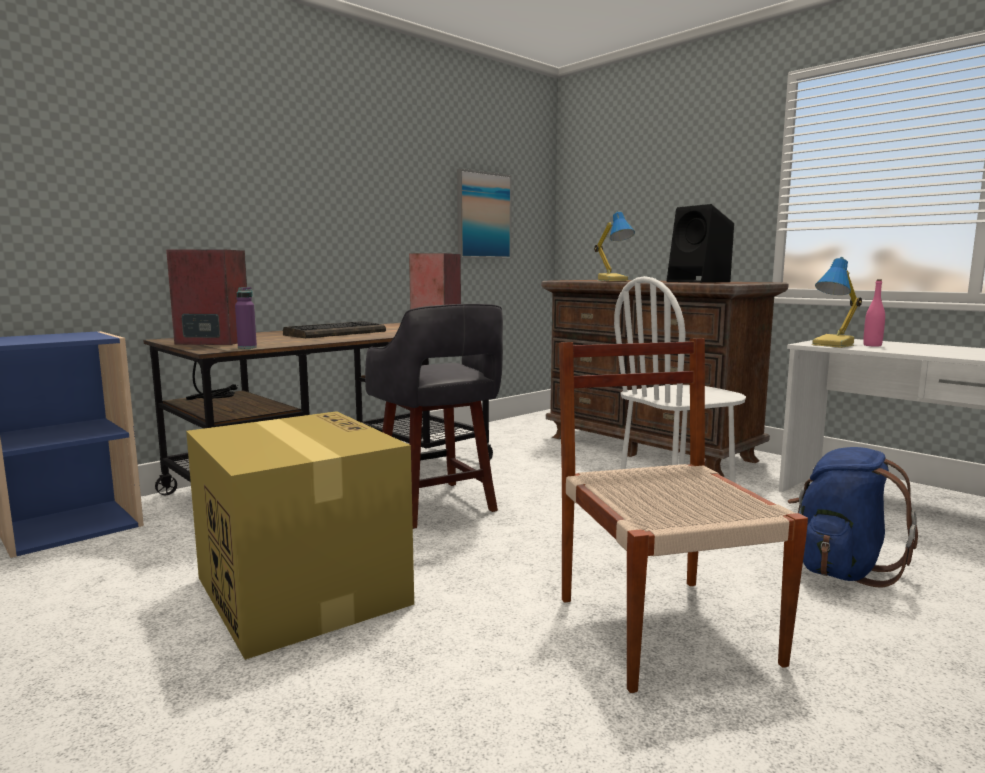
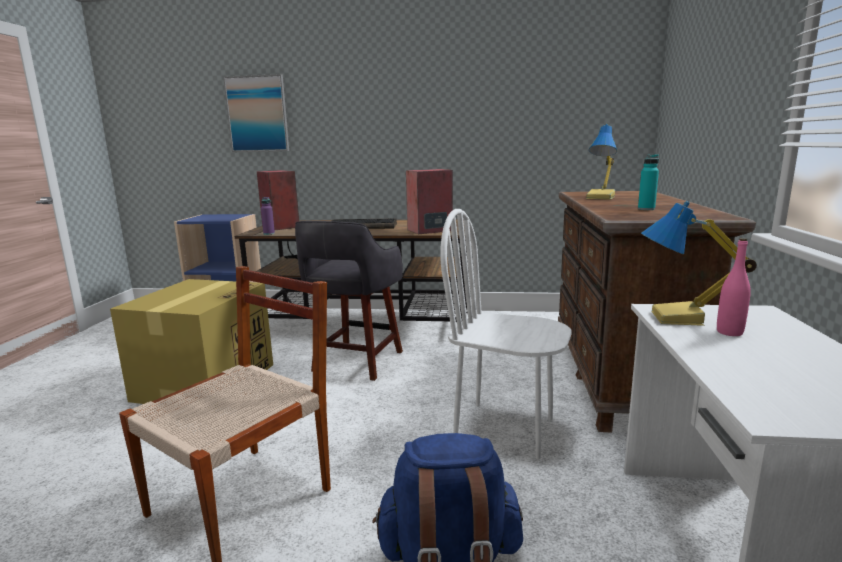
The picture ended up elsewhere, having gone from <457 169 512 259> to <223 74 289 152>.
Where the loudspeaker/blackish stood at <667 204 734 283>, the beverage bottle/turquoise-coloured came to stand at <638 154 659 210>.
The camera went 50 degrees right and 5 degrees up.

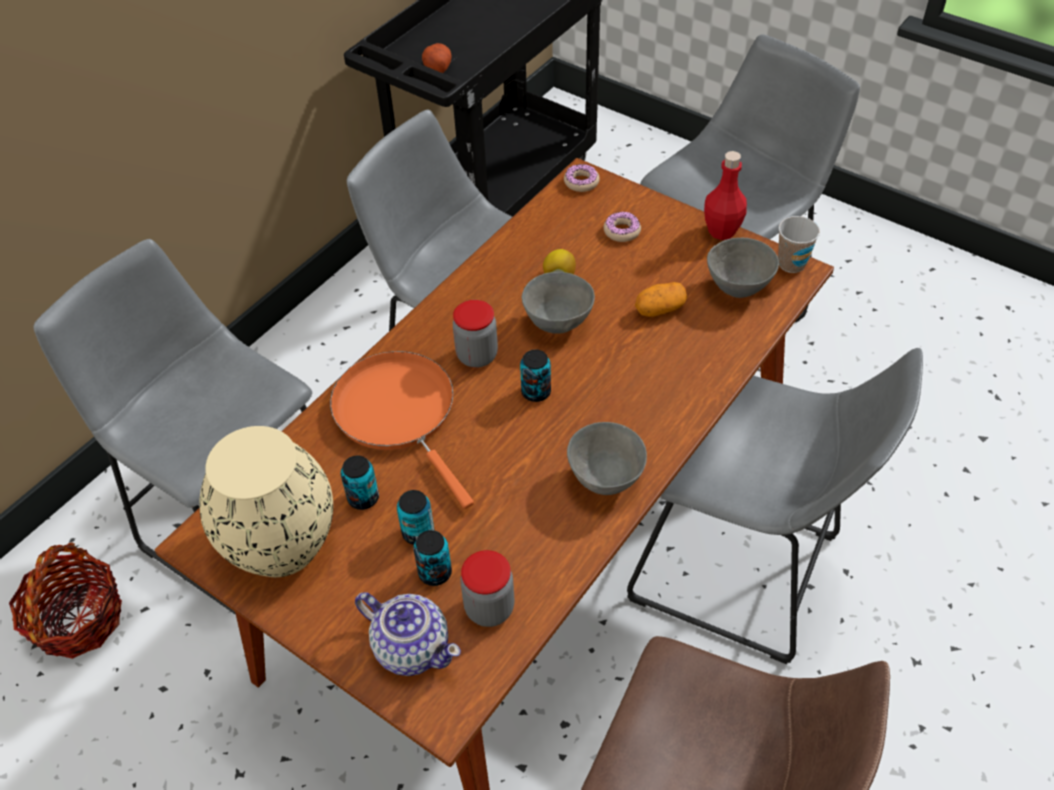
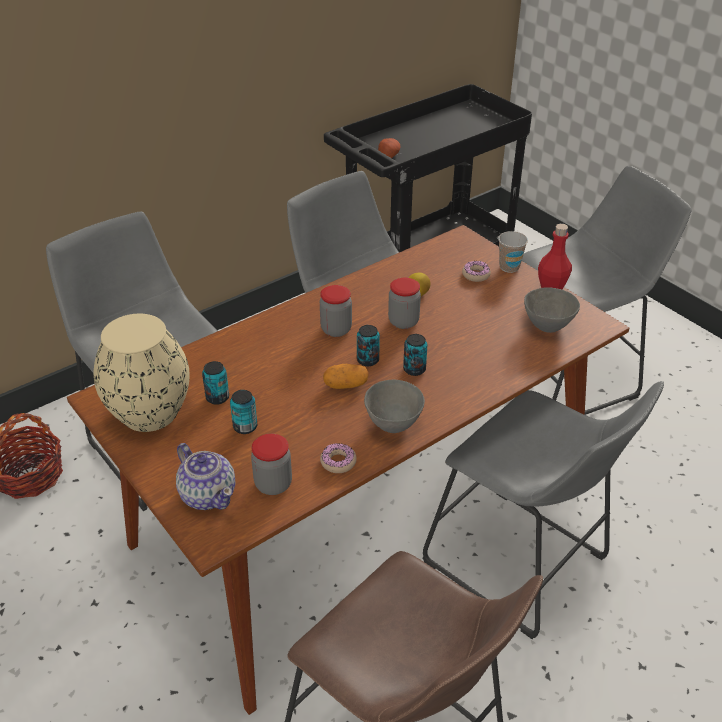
The second view lost the frying pan/orange-coloured at <330 351 474 509>.
The metal can ended up elsewhere, having gone from <413 530 452 586> to <403 334 427 376>.
The ring doughnut ended up elsewhere, having gone from <564 164 600 192> to <320 443 357 473>.
The whole potato ended up elsewhere, having gone from <635 282 687 317> to <323 364 369 389>.
The small cup ended up elsewhere, having gone from <778 216 820 273> to <498 231 528 273>.
Where the serving bowl/gray stood at <522 272 595 334>, the preserve jar came to stand at <388 278 421 329>.
The camera went 15 degrees right and 10 degrees down.

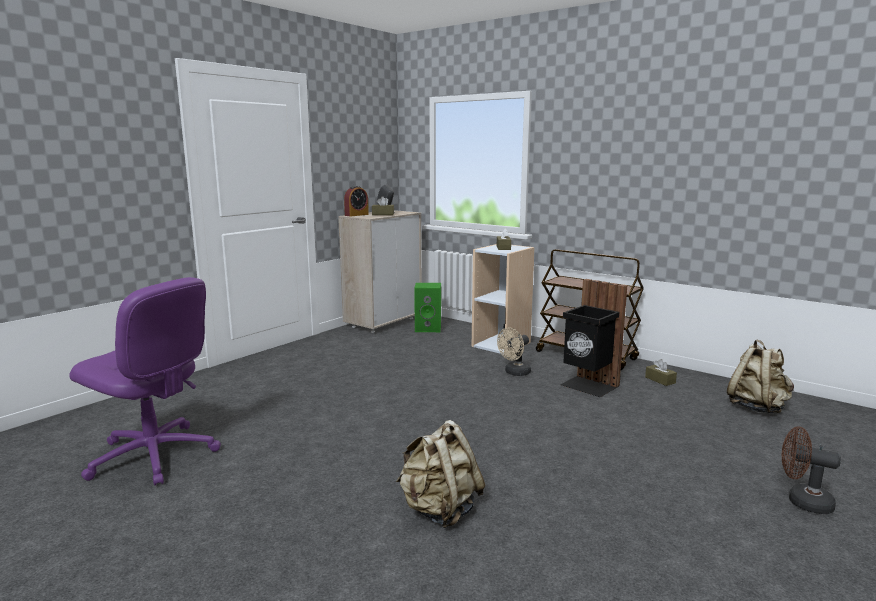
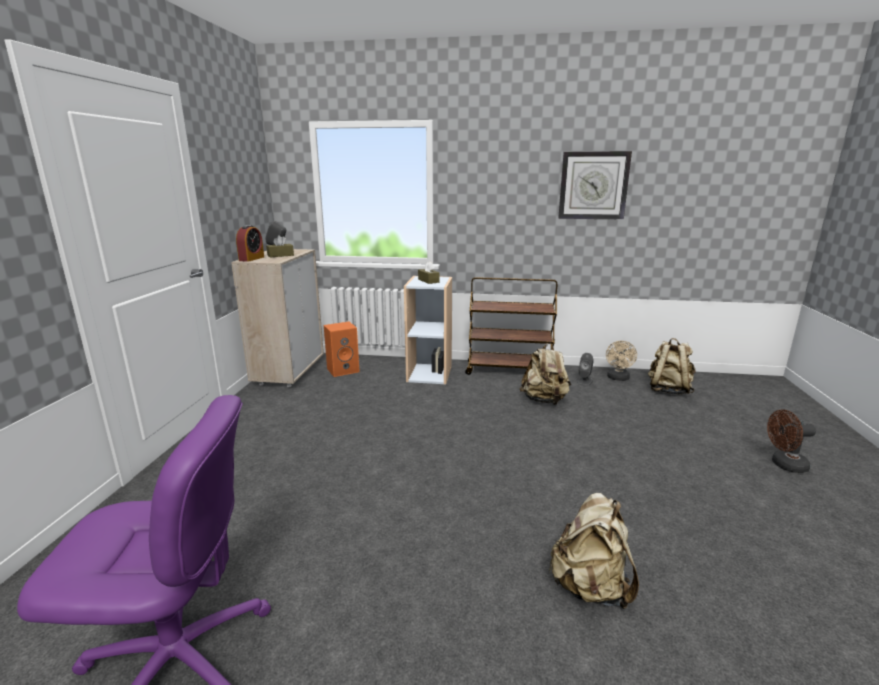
The second view gained the wall clock at <558 151 632 219>.
The cooling fan/sand-coloured ended up elsewhere, having gone from <497 327 531 376> to <606 341 637 381>.
Where the rubbish bin/blackish stood at <561 279 628 397>, the rucksack/sand-coloured came to stand at <519 342 571 405>.
Where the tissue box/brownish stood at <645 359 677 386>, the loudspeaker/gray came to stand at <577 353 594 386>.
What was the loudspeaker/green at <414 283 441 332> turned into the loudspeaker/orange-coloured at <324 322 360 377>.
The camera went 30 degrees left and 5 degrees up.

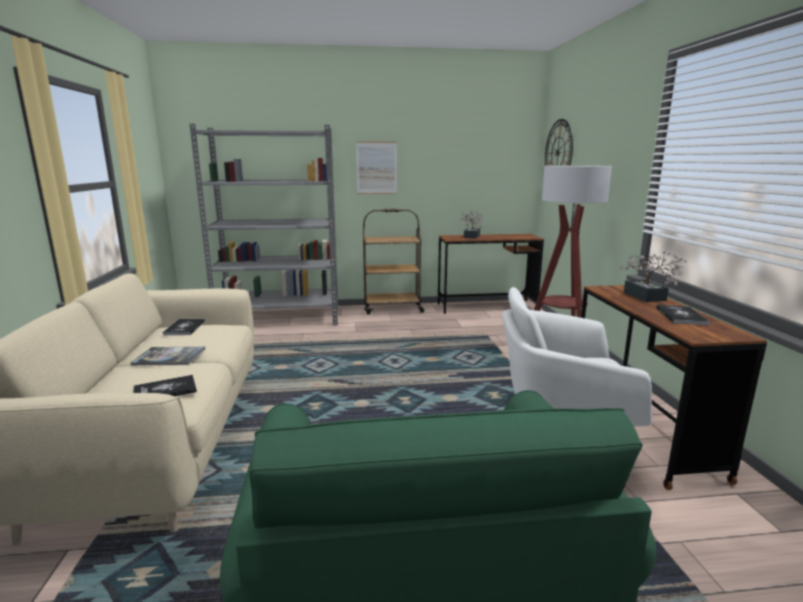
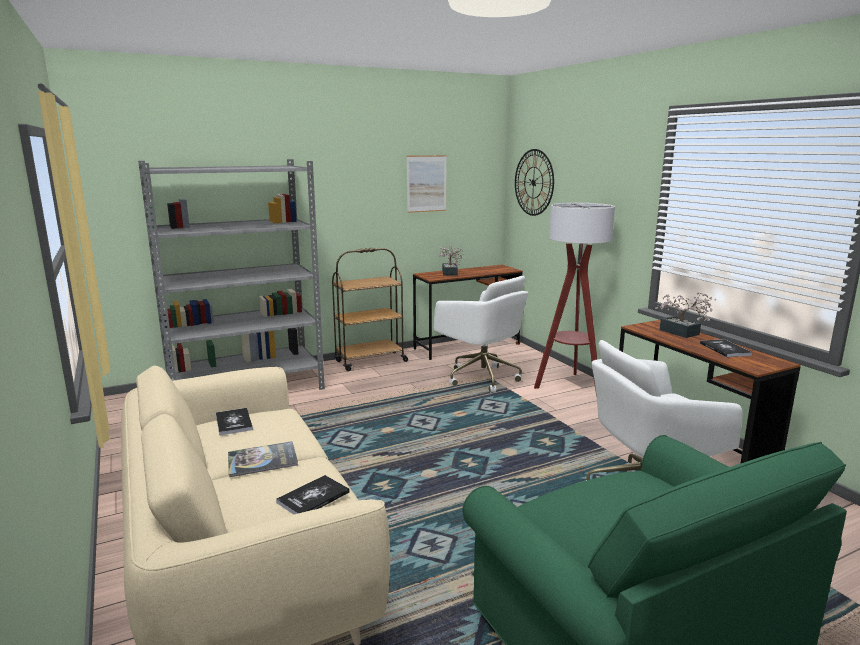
The second view gained the computer chair/white-coloured at <434 276 528 393>.
The picture ended up elsewhere, having gone from <356 142 397 194> to <407 155 447 213>.
The camera went 20 degrees left and 0 degrees up.

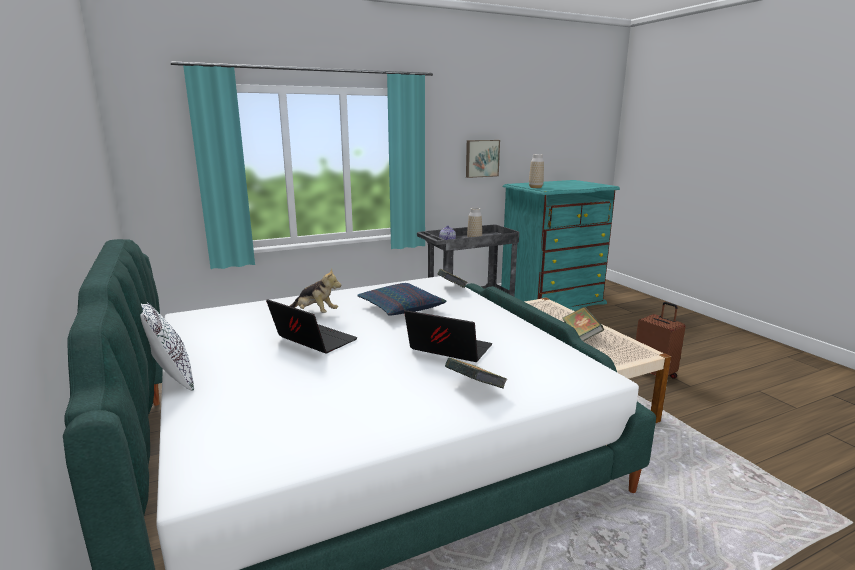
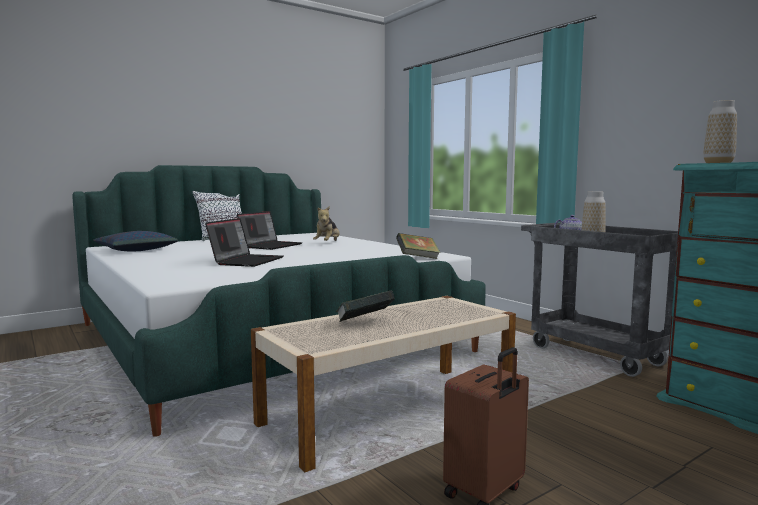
The second view lost the volume at <445 358 507 388>.
The second view lost the picture at <466 140 500 178>.
The cushion/bluish ended up elsewhere, having gone from <357 283 446 316> to <94 231 178 251>.
The camera went 80 degrees right and 10 degrees down.

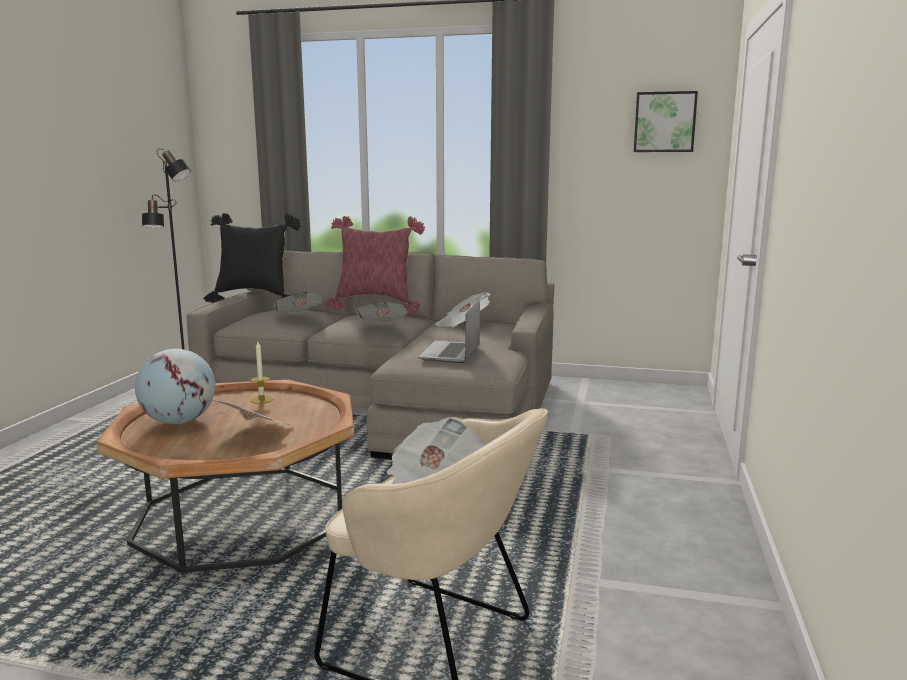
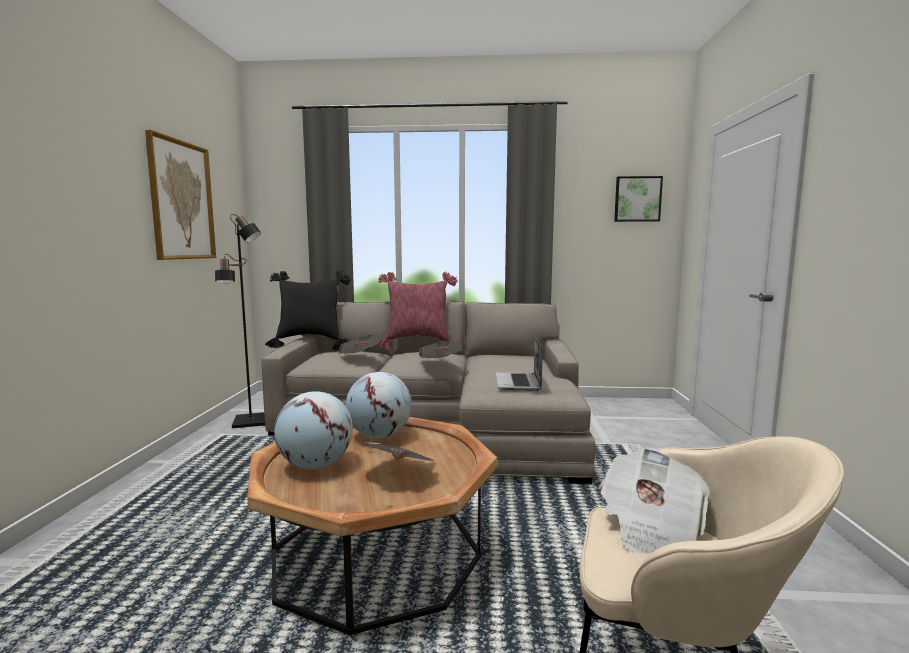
The second view lost the printed paper at <436 292 491 327>.
The second view gained the picture at <145 130 216 260>.
Where the wax candle stood at <250 342 274 404>, the desk globe came to stand at <346 372 412 438>.
The camera went 10 degrees left and 5 degrees down.

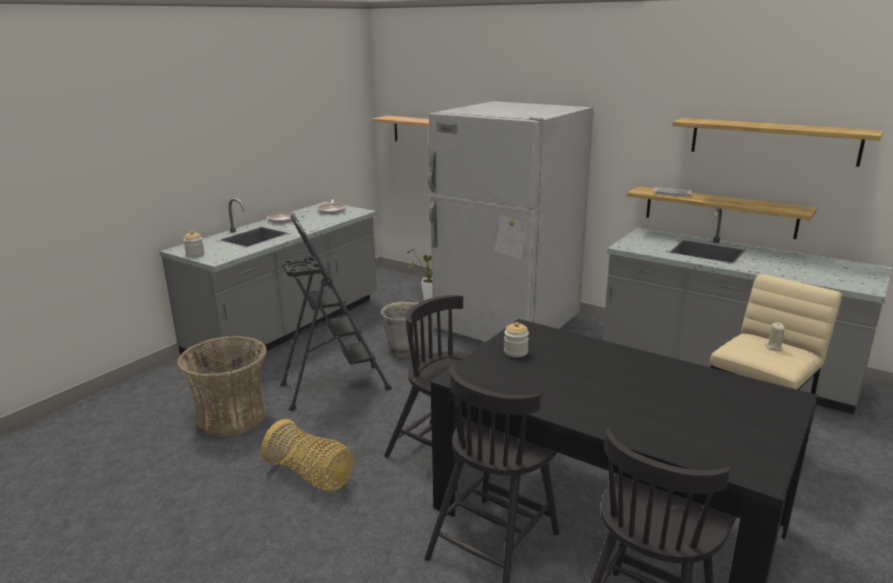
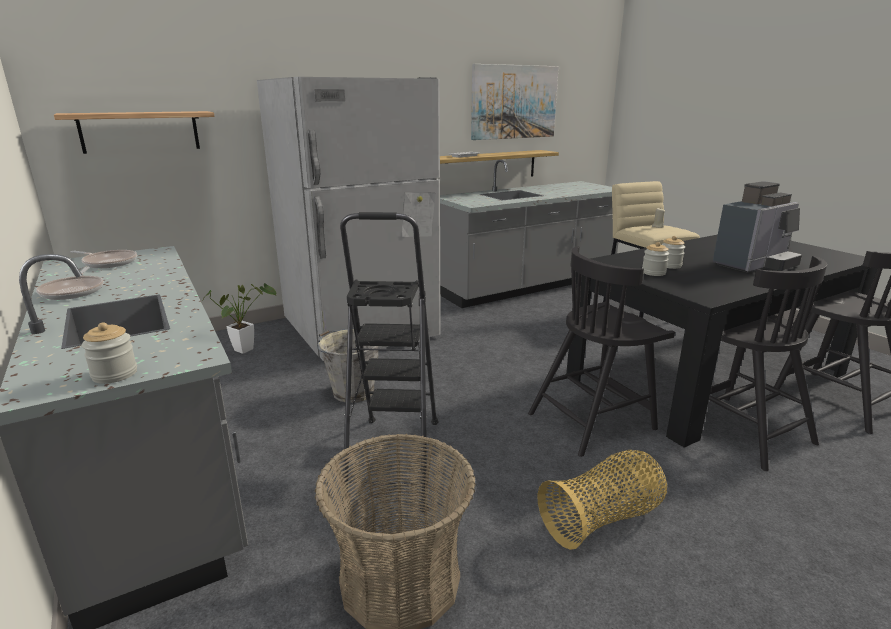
The second view gained the preserve jar at <661 236 685 269>.
The second view gained the coffee brewer at <713 181 802 273>.
Where the wall shelf hung at <672 118 884 167>, the picture came to hang at <471 64 559 140>.
The camera went 65 degrees left and 0 degrees up.

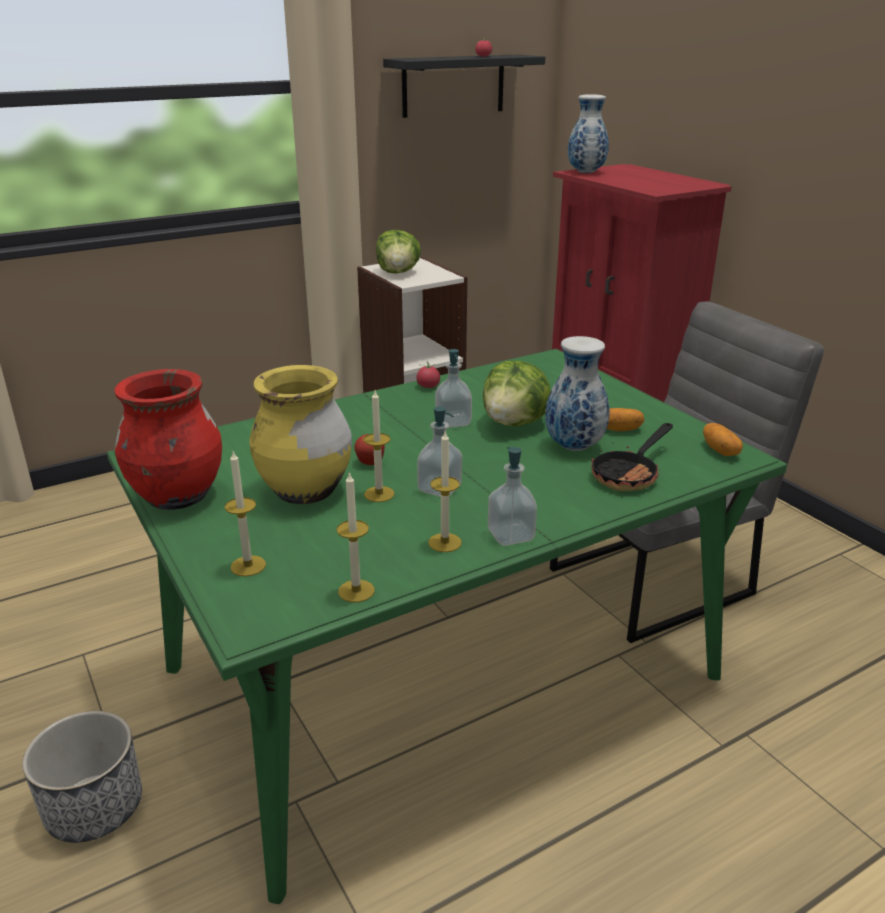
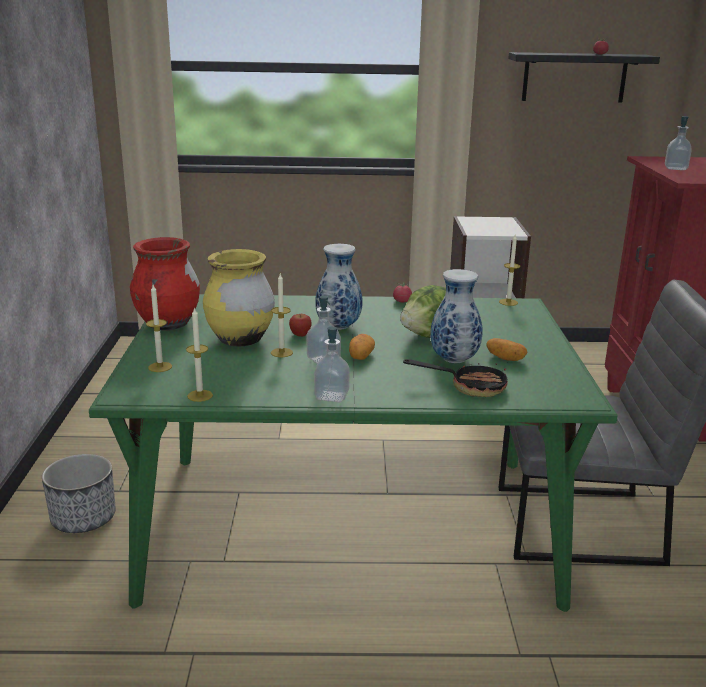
The second view lost the head of lettuce at <376 230 421 274>.
The wax candle ended up elsewhere, having gone from <428 432 462 552> to <499 234 520 306>.
The liquid soap bottle ended up elsewhere, having gone from <435 349 472 428> to <665 116 692 170>.
The decorative vase ended up elsewhere, having gone from <568 94 609 173> to <315 244 363 330>.
The whole potato ended up elsewhere, having gone from <703 423 743 456> to <349 334 375 360>.
The frying pan at <591 423 673 491> ended up facing another way, 150 degrees counterclockwise from before.
The camera went 30 degrees right and 5 degrees down.

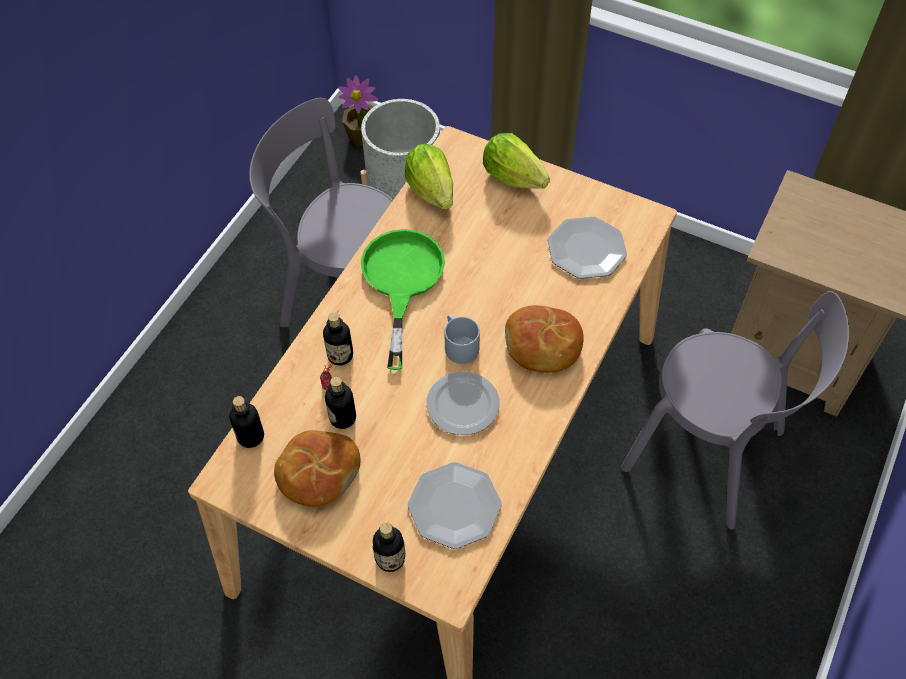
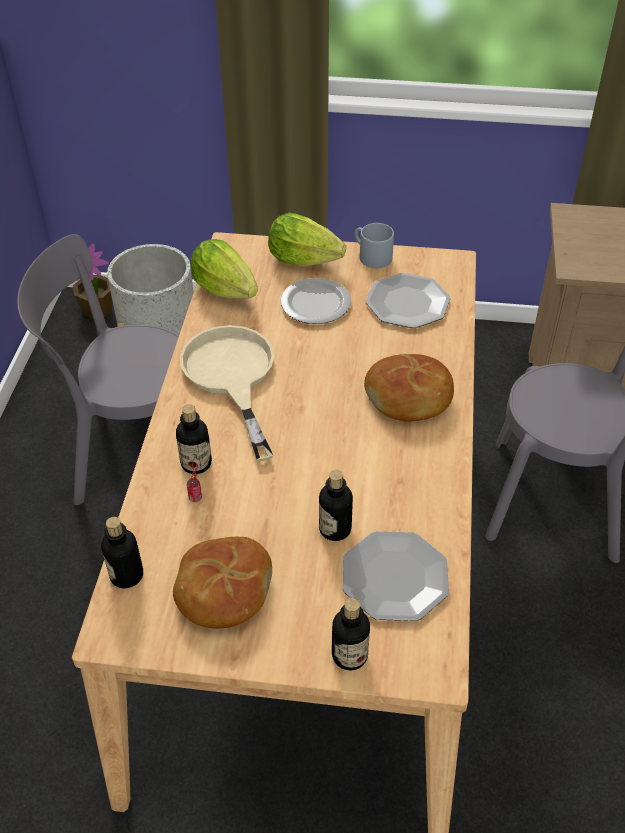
The beverage bottle ended up elsewhere, having gone from <325 377 356 429> to <319 470 353 541>.
The flat dish ended up elsewhere, having gone from <427 372 500 435> to <281 278 351 324>.
The mug/gray ended up elsewhere, having gone from <444 315 480 364> to <354 223 394 268>.
What was the frying pan/green at <361 229 445 370> turned into the frying pan/sand-coloured at <180 325 274 462>.
The camera went 20 degrees left and 10 degrees down.

